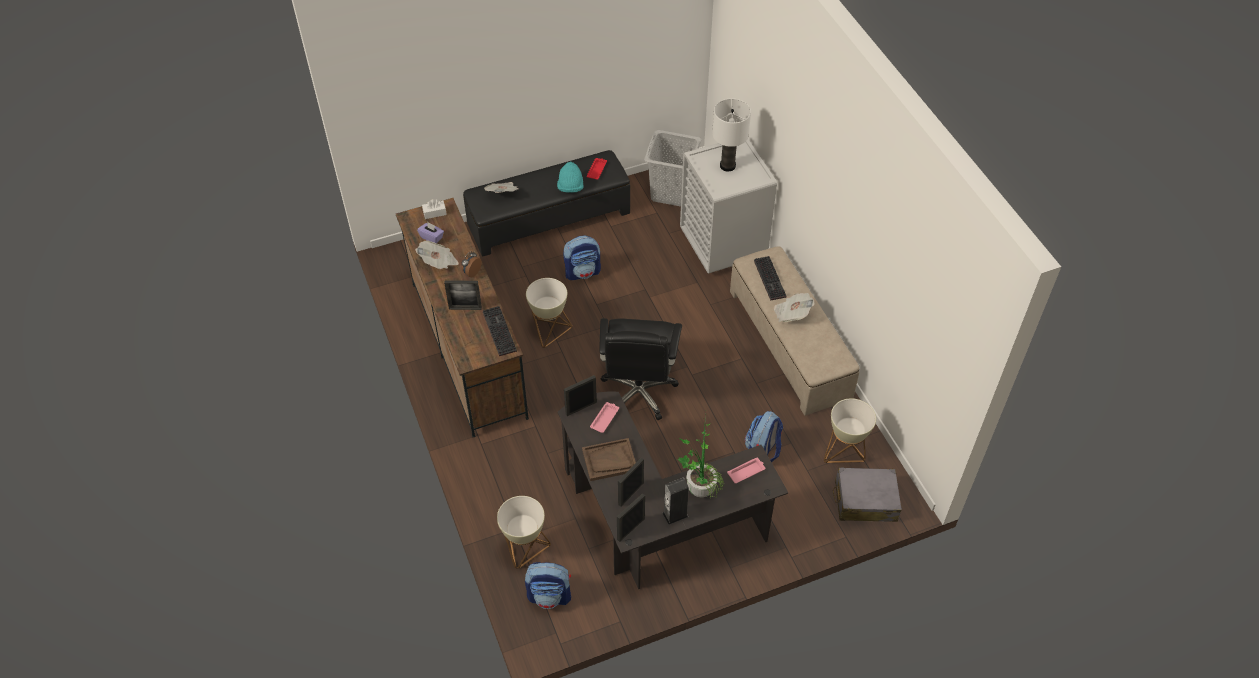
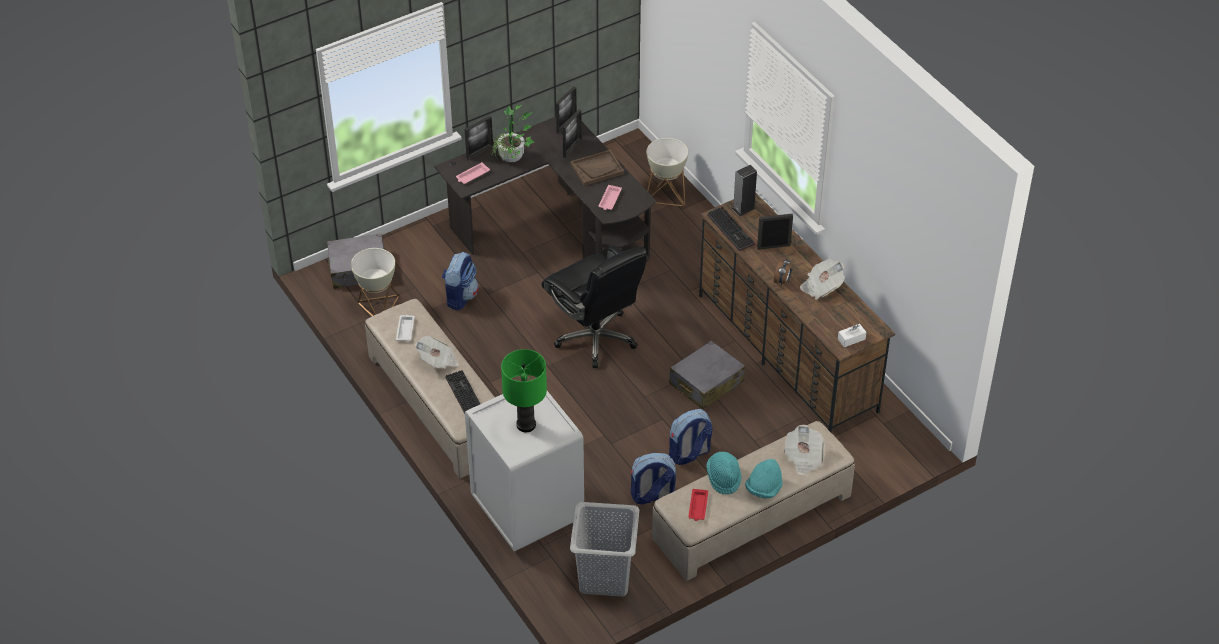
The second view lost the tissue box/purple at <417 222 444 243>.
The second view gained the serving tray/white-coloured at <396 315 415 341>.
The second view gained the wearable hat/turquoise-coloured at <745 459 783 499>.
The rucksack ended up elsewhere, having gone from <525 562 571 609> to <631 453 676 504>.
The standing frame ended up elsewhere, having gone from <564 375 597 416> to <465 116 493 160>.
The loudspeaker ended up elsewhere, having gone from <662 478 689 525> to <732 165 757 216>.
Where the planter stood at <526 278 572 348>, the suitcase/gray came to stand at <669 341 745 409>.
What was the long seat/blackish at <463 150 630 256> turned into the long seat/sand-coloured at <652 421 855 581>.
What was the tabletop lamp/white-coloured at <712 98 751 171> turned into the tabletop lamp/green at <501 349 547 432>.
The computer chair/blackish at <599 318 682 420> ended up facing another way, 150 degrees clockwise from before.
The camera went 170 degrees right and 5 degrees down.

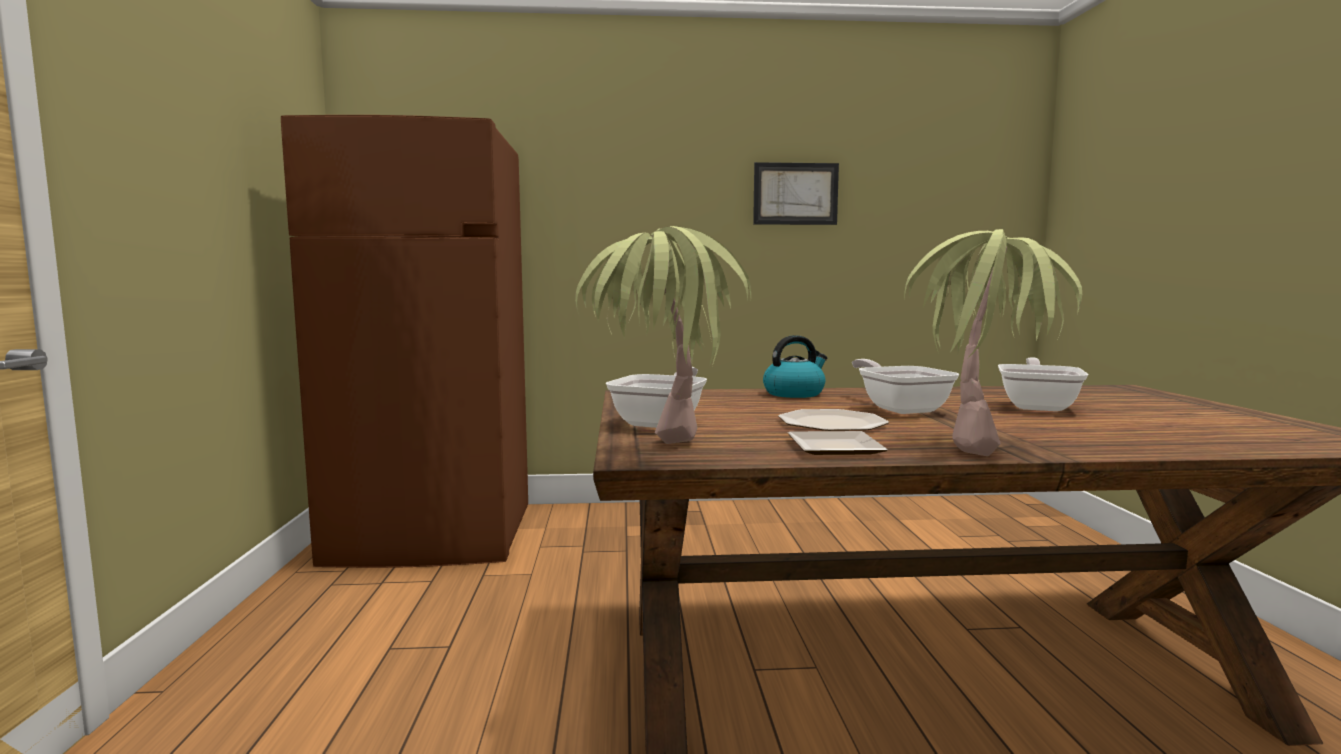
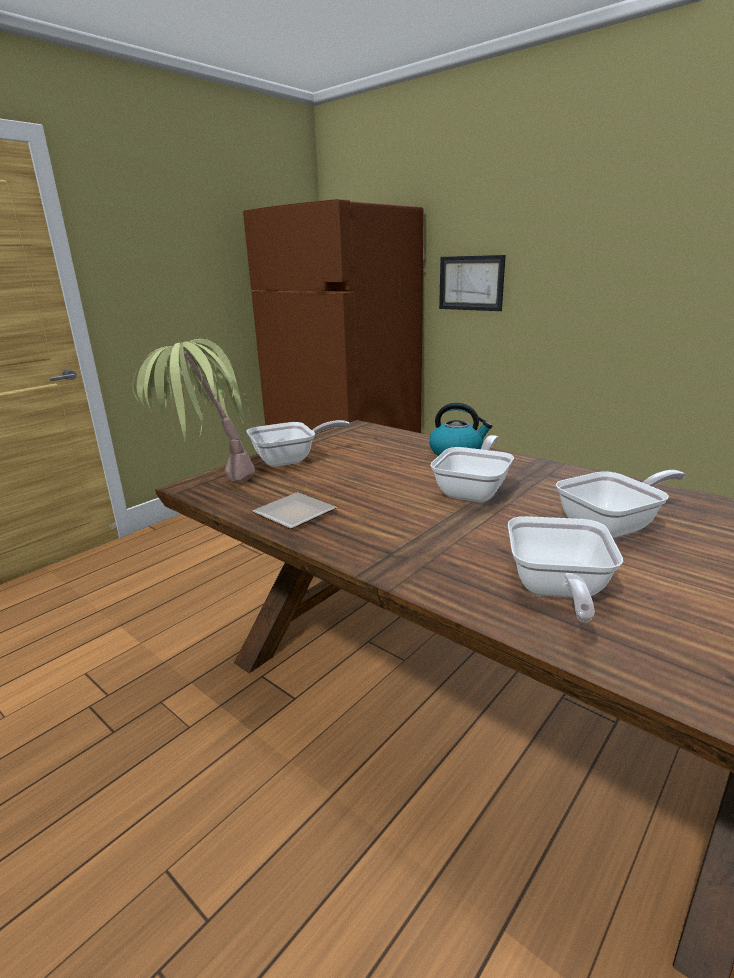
The second view lost the flat dish at <778 409 889 431>.
The second view lost the plant in a pot at <904 229 1082 456>.
The second view gained the frying pan at <508 516 623 622>.
The picture ended up elsewhere, having gone from <753 162 839 225> to <439 255 506 311>.
The camera went 45 degrees right and 15 degrees up.

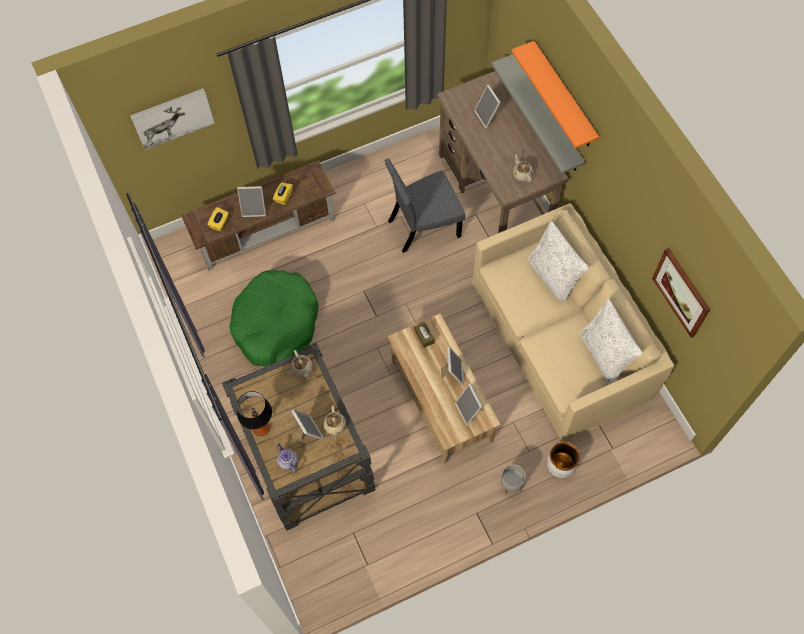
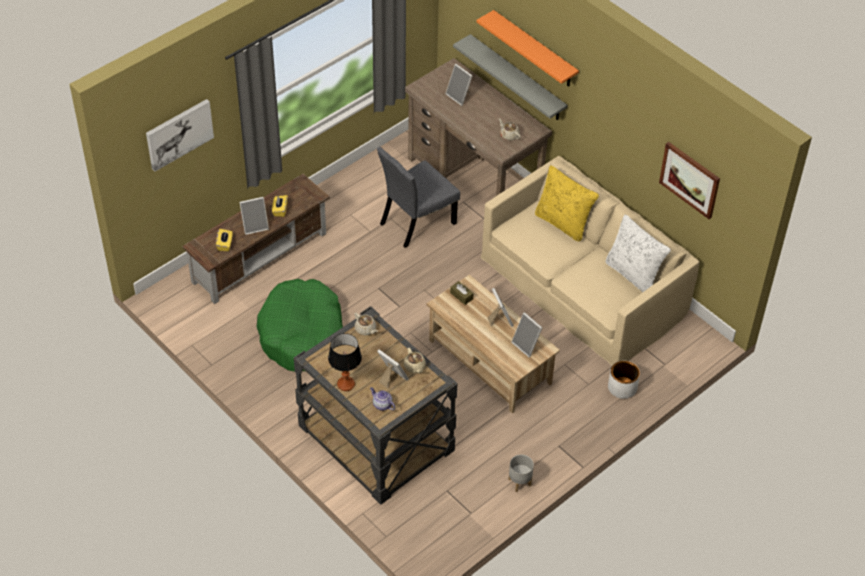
The planter/gray ended up elsewhere, having gone from <501 464 526 494> to <509 454 534 492>.
What was the cushion/white-coloured at <528 221 589 302> turned into the cushion/yellow at <535 165 598 242>.
The camera went 20 degrees left and 15 degrees down.

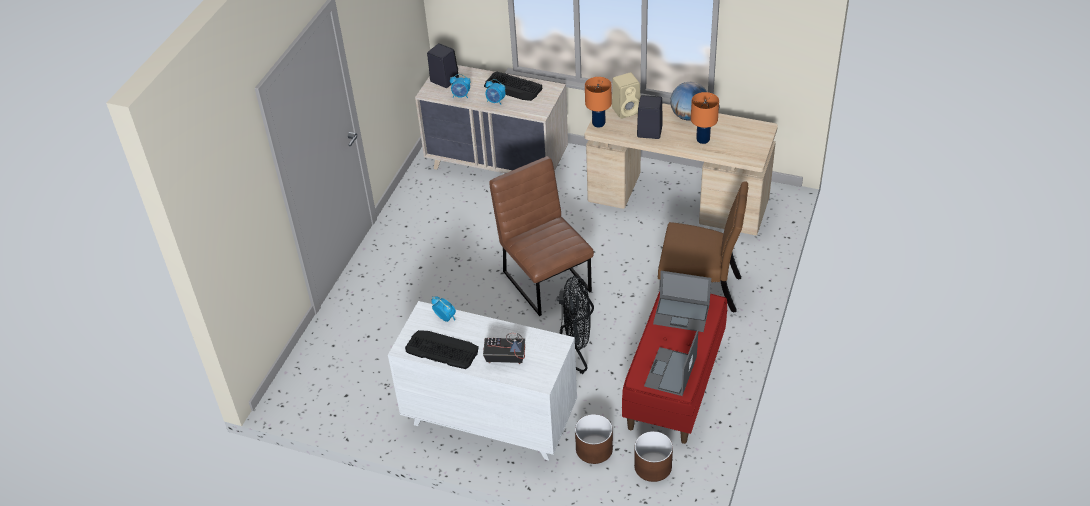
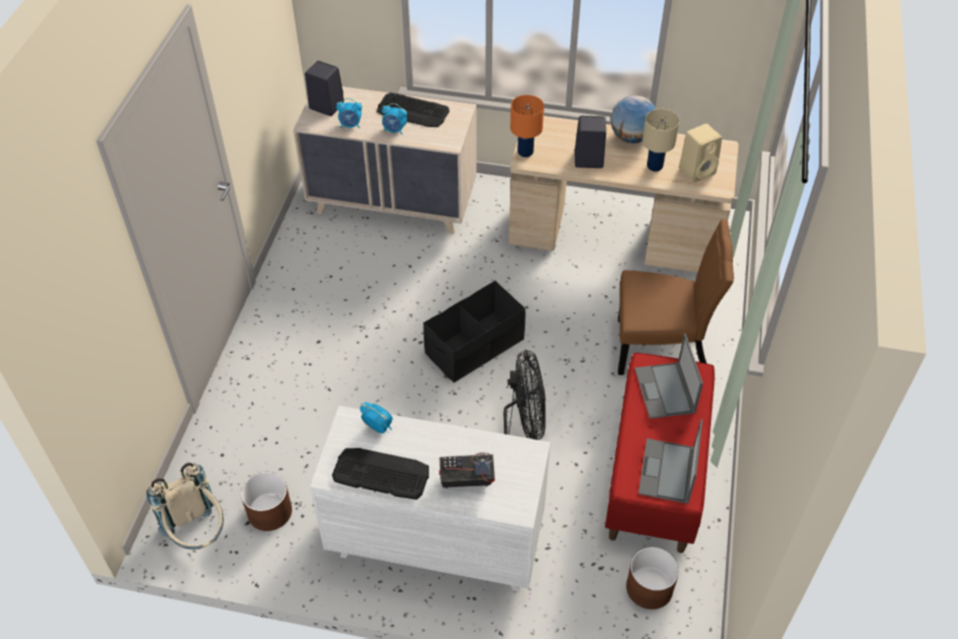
The second view gained the rucksack/sand-coloured at <146 463 224 550>.
The planter/brownish ended up elsewhere, having gone from <575 414 613 464> to <241 472 292 531>.
The loudspeaker/sand-coloured ended up elsewhere, having gone from <612 72 640 119> to <679 124 722 183>.
Where the chair/brownish stood at <489 156 594 316>, the storage container/blackish came to stand at <423 281 525 383>.
What was the tabletop lamp/orange-coloured at <691 92 719 144> turned into the tabletop lamp/sand-coloured at <642 109 680 171>.
The notebook computer at <653 271 711 332> ended up facing another way, 75 degrees clockwise from before.
The camera went 10 degrees left and 5 degrees up.

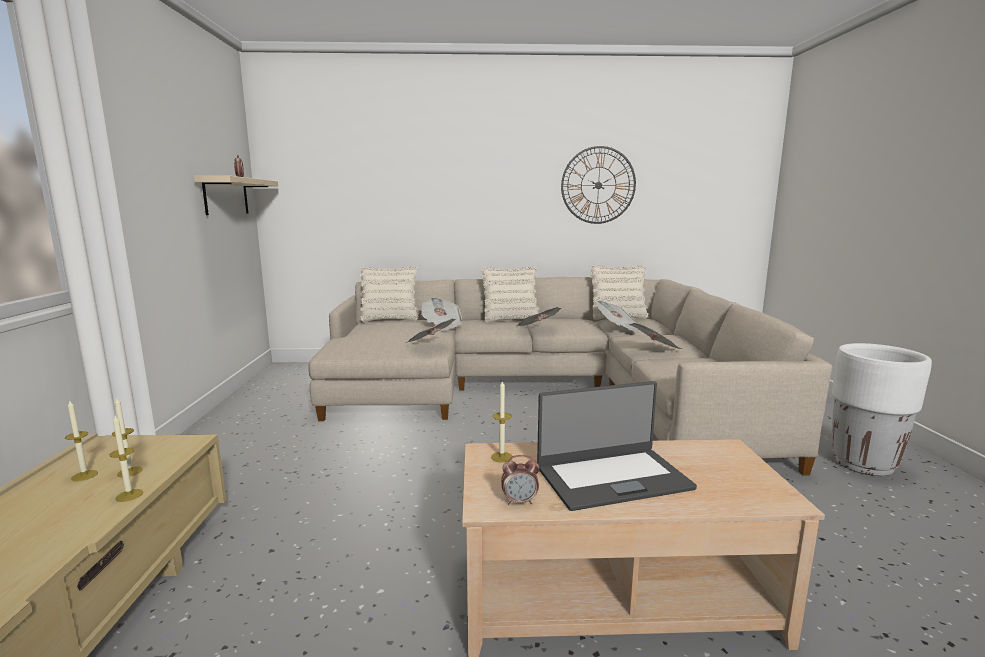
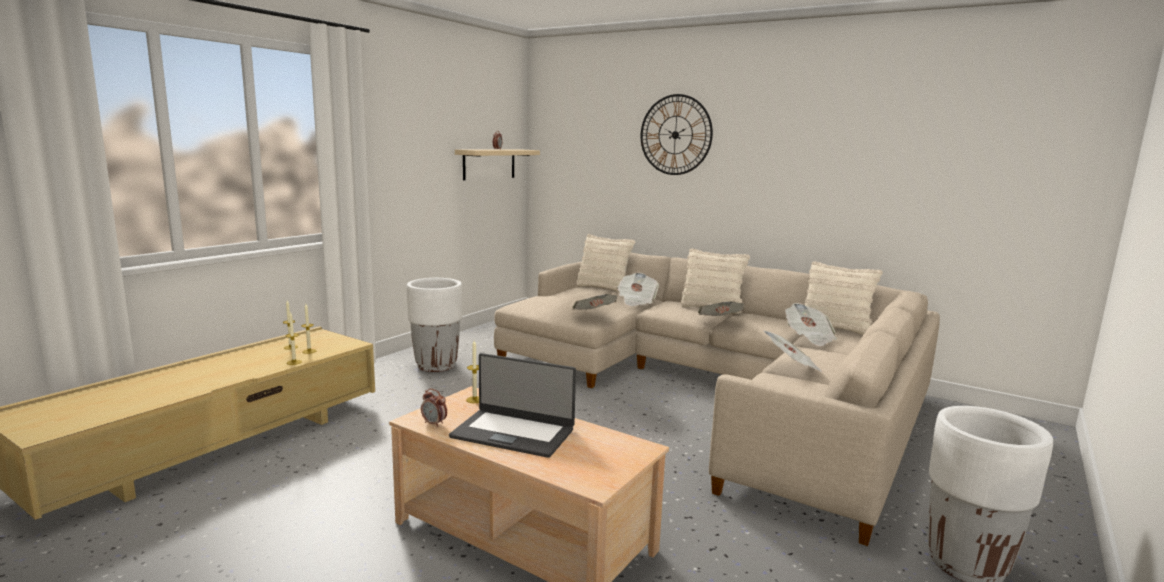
The second view gained the planter/white-coloured at <406 278 462 372>.
The wall clock ended up elsewhere, having gone from <561 146 636 224> to <641 94 713 175>.
The camera went 35 degrees right and 0 degrees up.

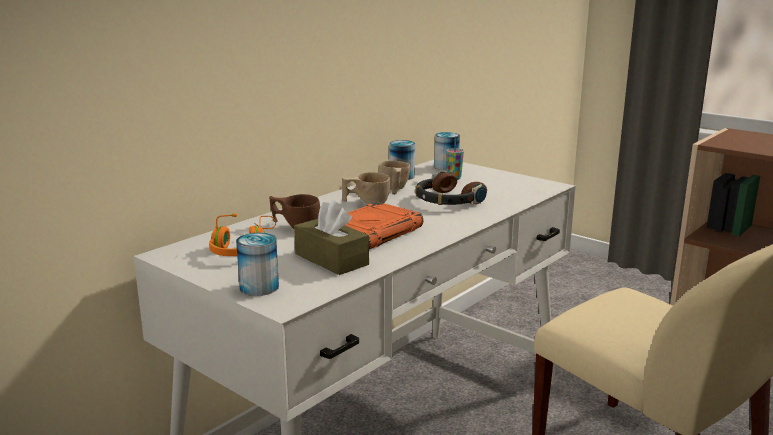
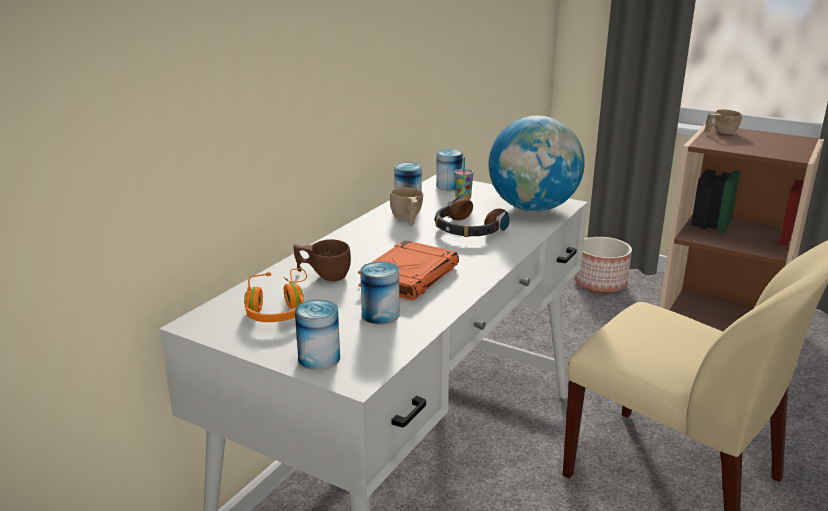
The second view gained the desk globe at <489 116 585 212>.
The second view gained the planter at <574 237 632 293>.
The small cup/sand-coloured ended up elsewhere, having gone from <342 172 390 204> to <704 109 742 134>.
Where the tissue box/brownish stood at <294 200 369 275>, the metal can came to stand at <360 261 399 324>.
The camera went 10 degrees left and 5 degrees up.

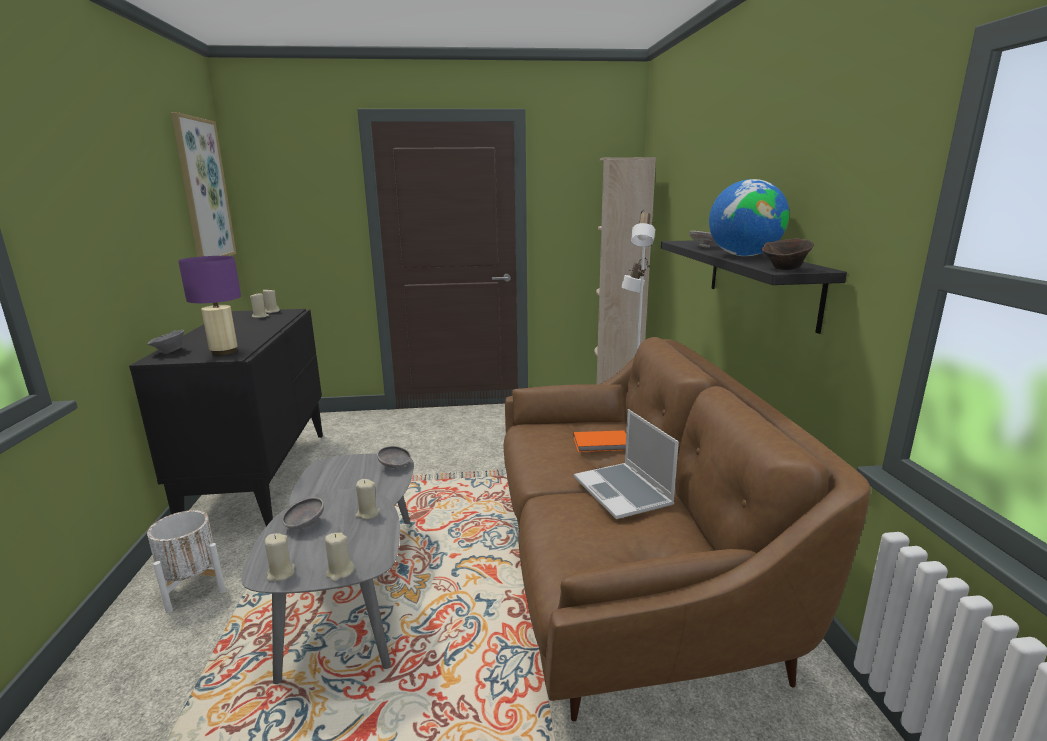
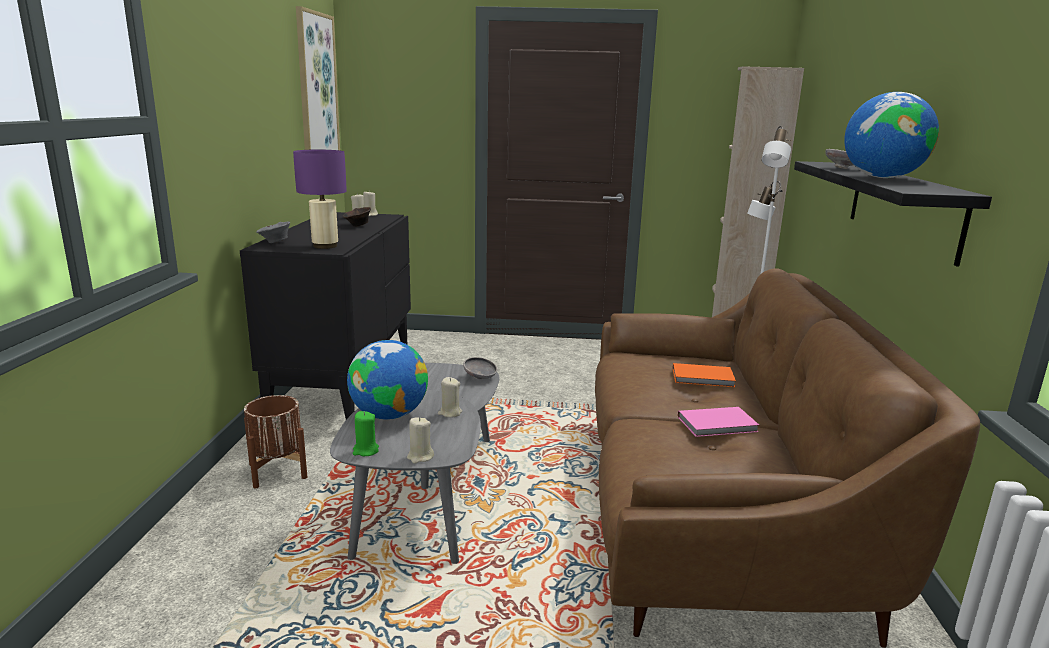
The serving bowl/brownish ended up elsewhere, having gone from <762 238 814 270> to <343 207 371 227>.
Where the serving bowl/gray stood at <282 498 324 529>, the desk globe came to stand at <347 340 428 420>.
Where the notebook computer stood at <574 409 679 519>, the volume/pink-coloured came to stand at <678 407 759 437>.
What was the planter/white-coloured at <147 510 226 613> turned into the planter/brownish at <244 395 307 489>.
What was the wax candle/sand-coloured at <265 533 295 581> turned into the wax candle/green at <353 411 379 456>.
The camera went 10 degrees right and 0 degrees up.

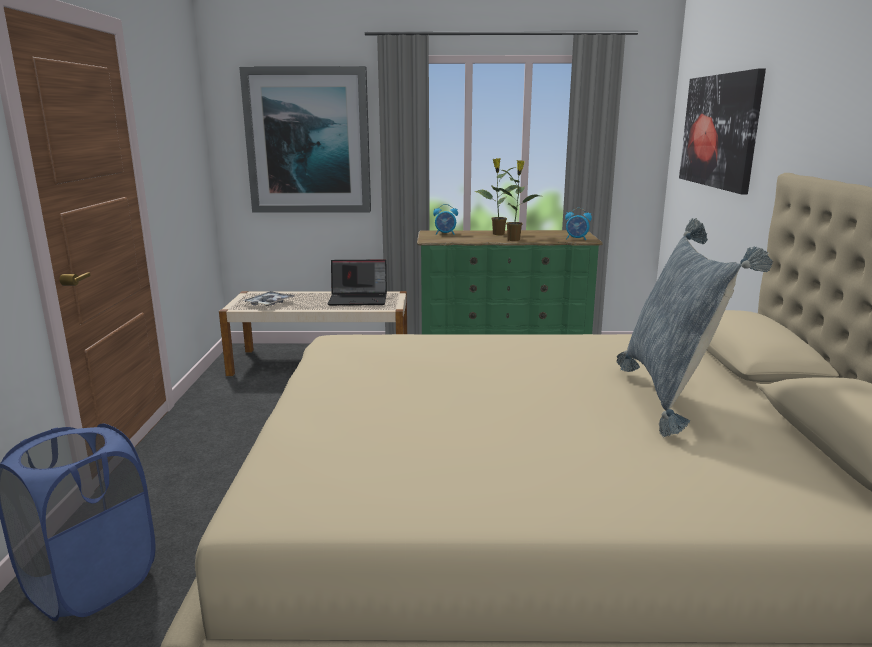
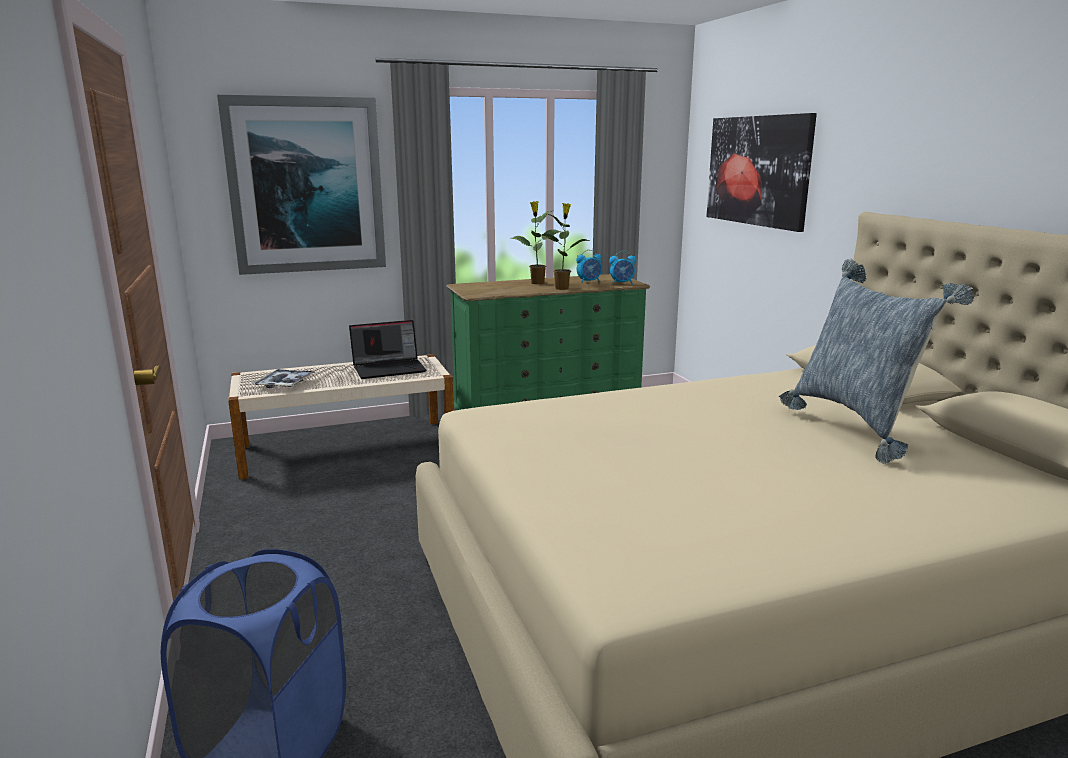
The table clock ended up elsewhere, having gone from <433 204 458 235> to <576 250 602 283>.
The camera went 20 degrees left and 0 degrees up.

